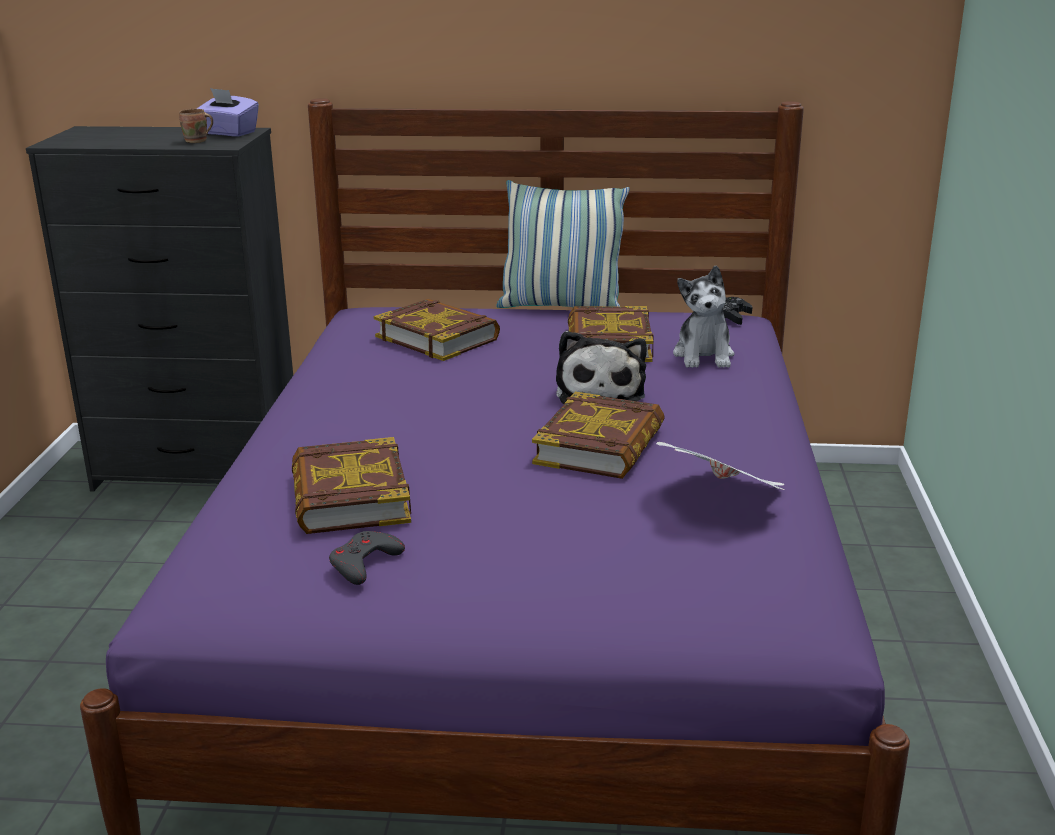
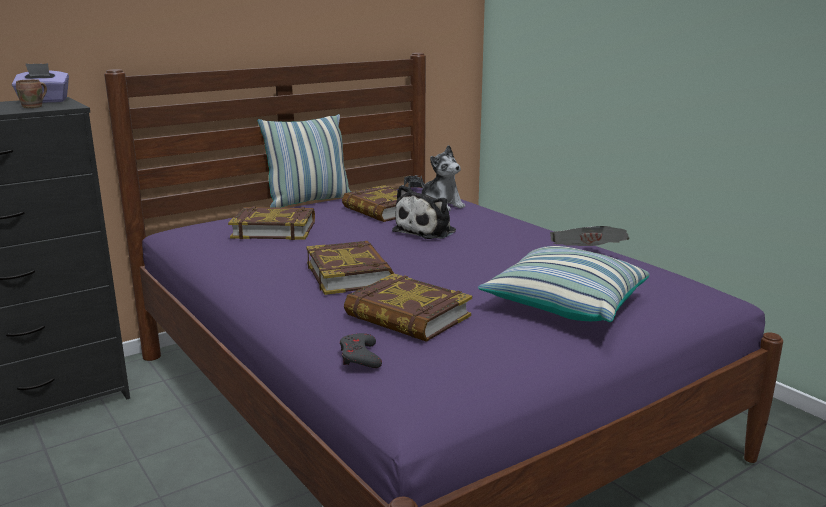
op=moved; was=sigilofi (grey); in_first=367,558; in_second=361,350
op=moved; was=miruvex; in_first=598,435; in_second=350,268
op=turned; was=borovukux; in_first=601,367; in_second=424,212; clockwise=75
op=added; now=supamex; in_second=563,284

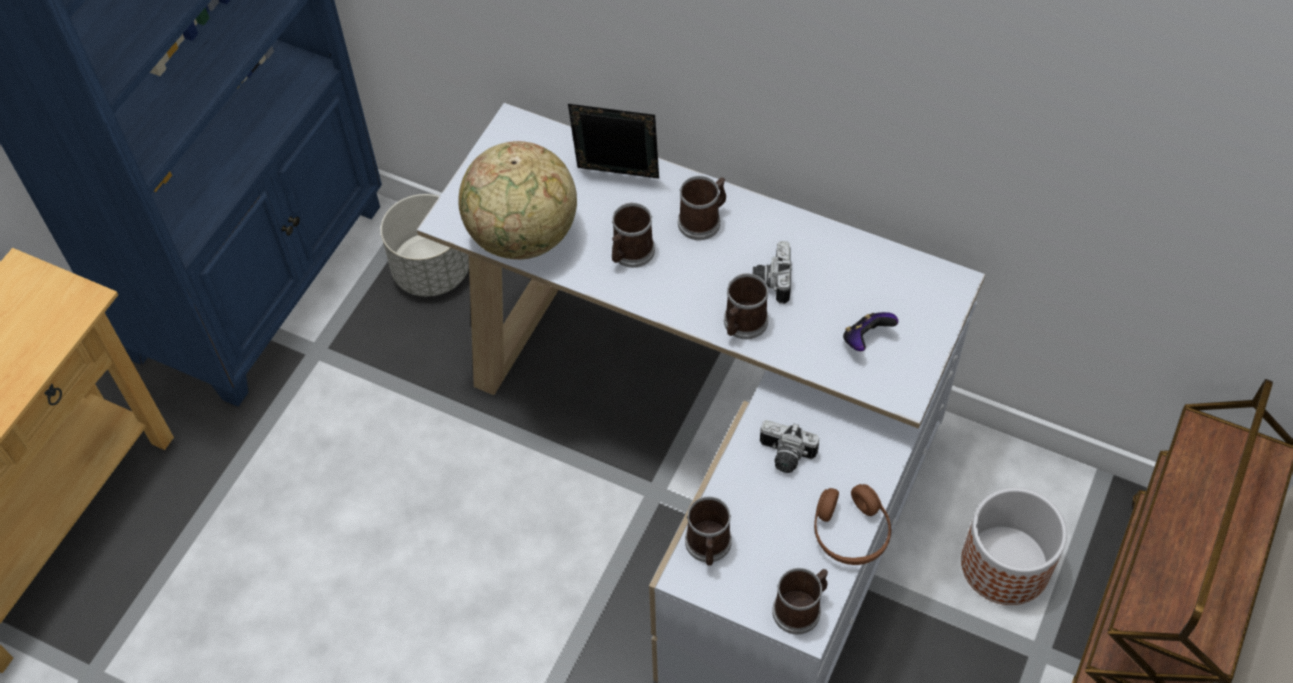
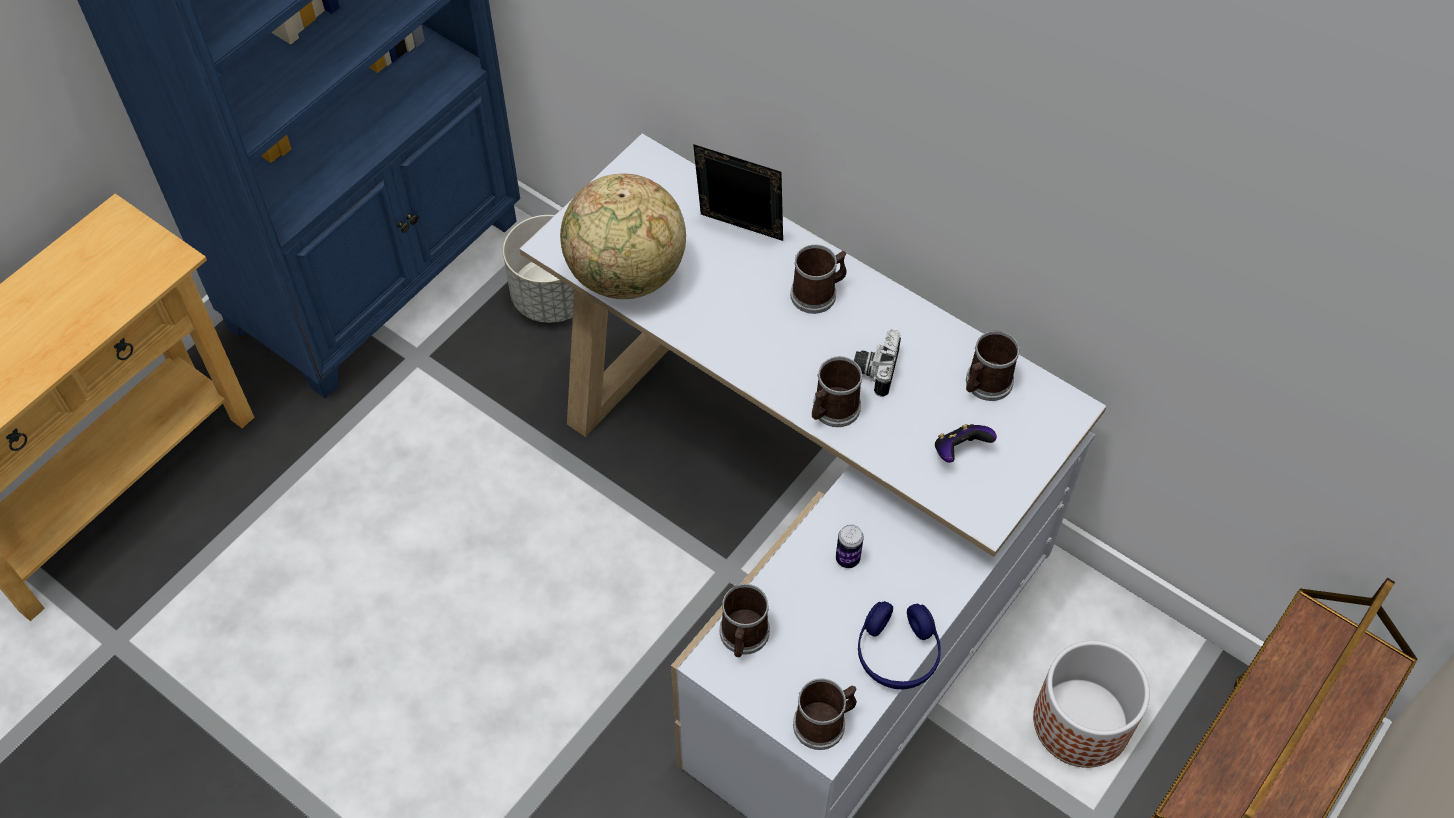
op=moved; was=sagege; in_first=633,235; in_second=993,366
op=replaced; was=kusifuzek; now=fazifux; in_first=789,446; in_second=850,546
op=recoloured; was=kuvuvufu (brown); now=kuvuvufu (blue); in_first=853,524; in_second=899,645

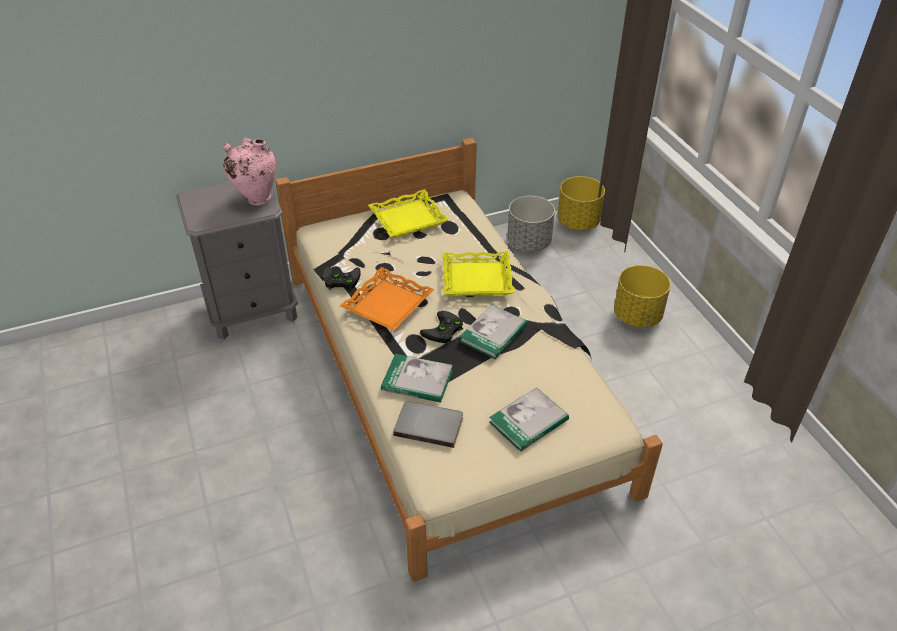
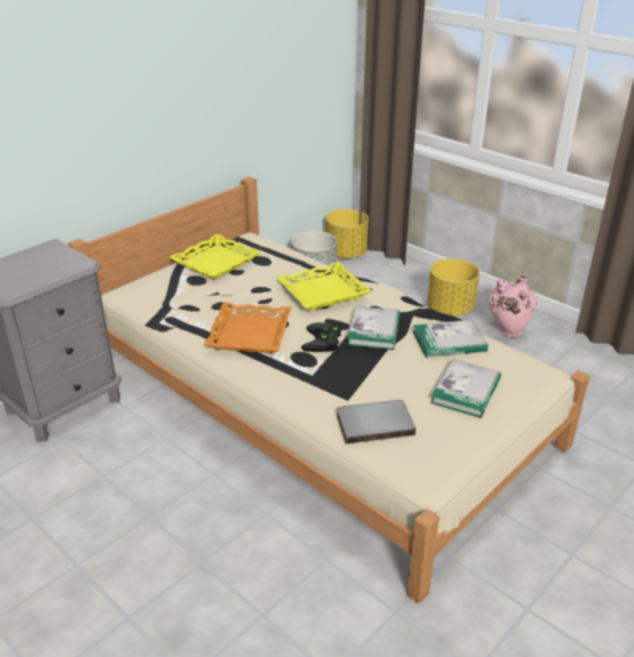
op=moved; was=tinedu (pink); in_first=249,171; in_second=512,306
op=removed; was=sigilofi (black); in_first=342,278
op=moved; was=miruvex; in_first=417,378; in_second=450,338

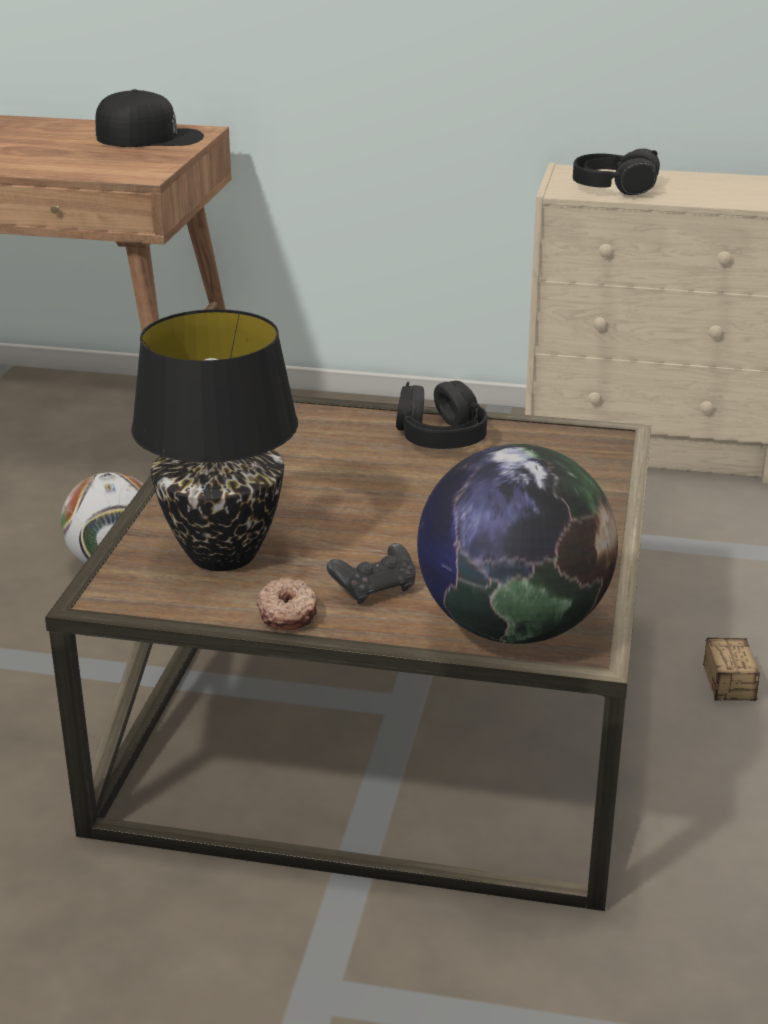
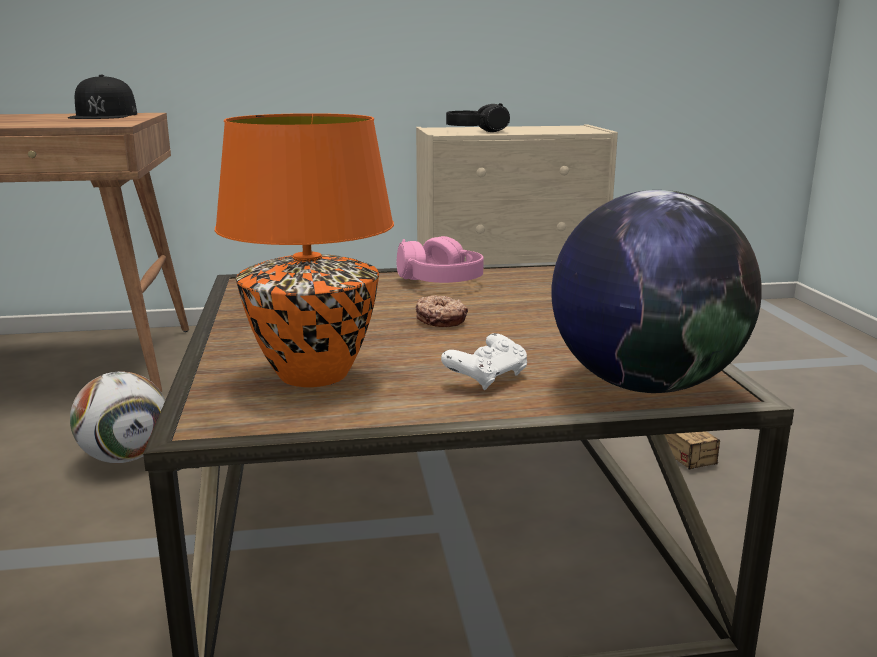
op=turned; was=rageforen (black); in_first=149,118; in_second=102,97; clockwise=105
op=recoloured; was=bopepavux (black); now=bopepavux (orange); in_first=214,440; in_second=304,250
op=moved; was=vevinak; in_first=286,604; in_second=442,311
op=recoloured; was=sigilofi (black); now=sigilofi (white); in_first=371,573; in_second=484,361
op=recoloured; was=kuvuvufu (black); now=kuvuvufu (pink); in_first=441,414; in_second=440,259

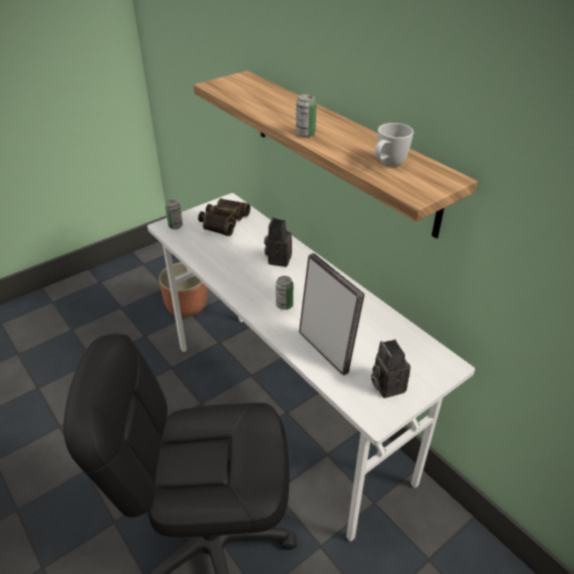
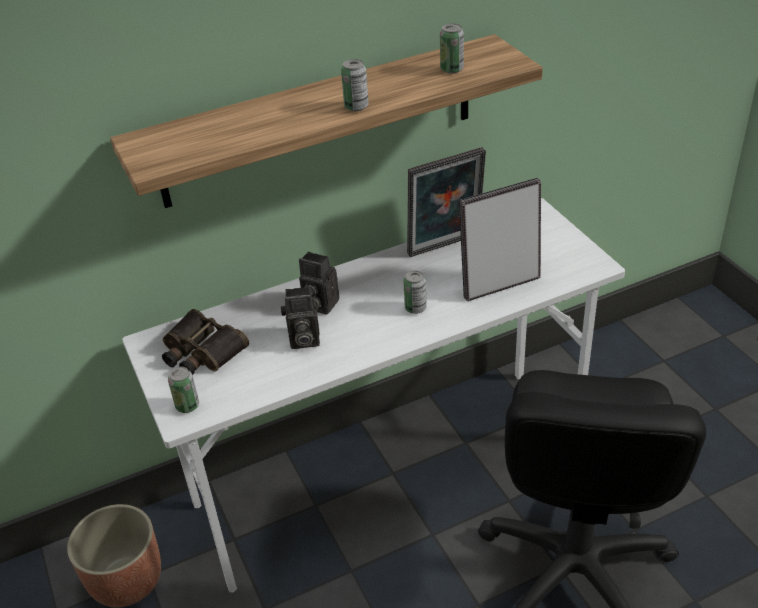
op=moved; was=kusifuzek; in_first=391,369; in_second=300,318
op=replaced; was=sagege (white); now=fazifux; in_first=394,144; in_second=452,48
op=added; now=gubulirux; in_second=446,202

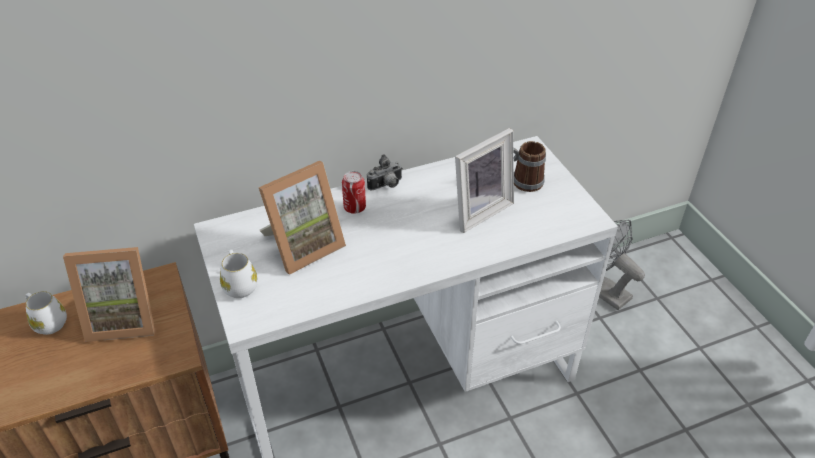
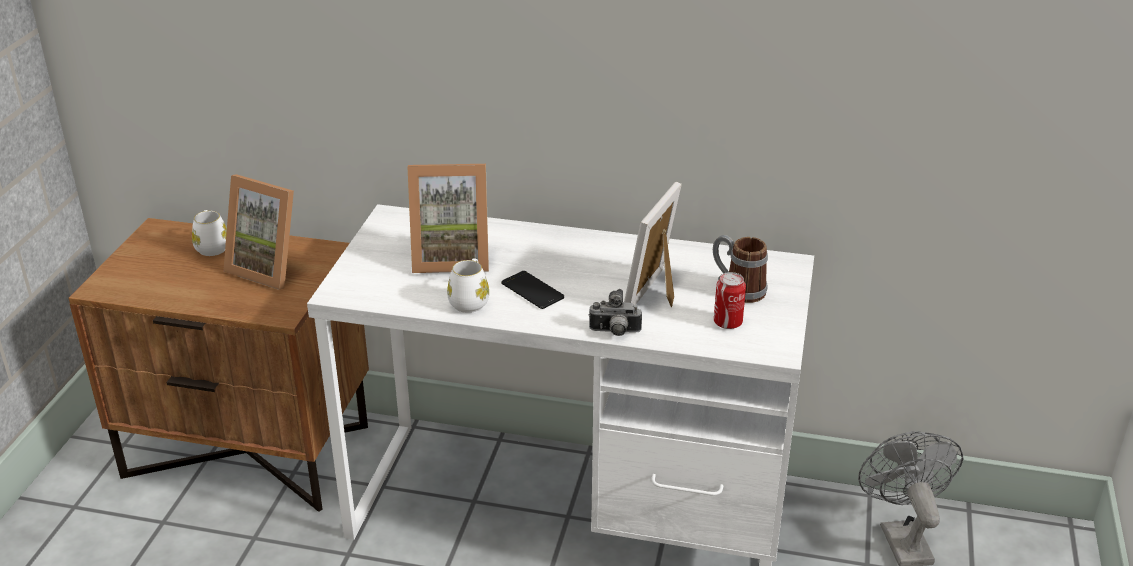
op=moved; was=sagege (white); in_first=239,273; in_second=468,285
op=moved; was=fazifux; in_first=354,192; in_second=730,300
op=moved; was=kusifuzek; in_first=384,172; in_second=615,312
op=turned; was=gubulirux; in_first=484,180; in_second=653,244; clockwise=120
op=added; now=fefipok; in_second=532,290

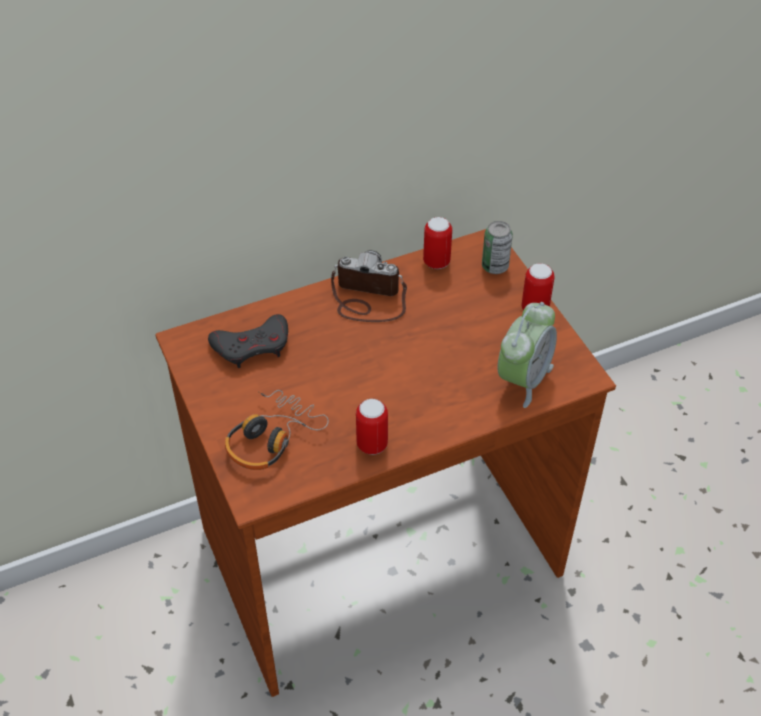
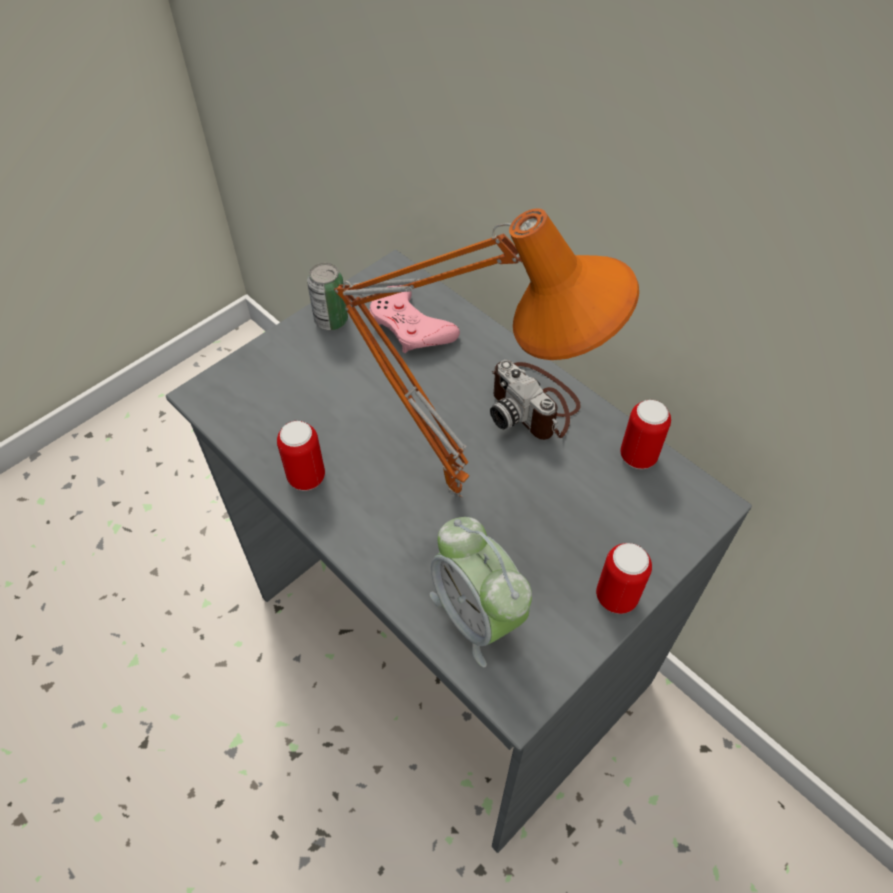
op=recoloured; was=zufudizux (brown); now=zufudizux (grey); in_first=385,463; in_second=459,551
op=recoloured; was=sigilofi (grey); now=sigilofi (pink); in_first=248,341; in_second=414,319
op=removed; was=kuvuvufu; in_first=277,430
op=turned; was=kusifuzek; in_first=369,286; in_second=535,400; clockwise=150
op=moved; was=fazifux; in_first=497,247; in_second=327,296
op=turned; was=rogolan; in_first=527,355; in_second=480,592; clockwise=45
op=added; now=bopepavux (orange); in_second=486,353

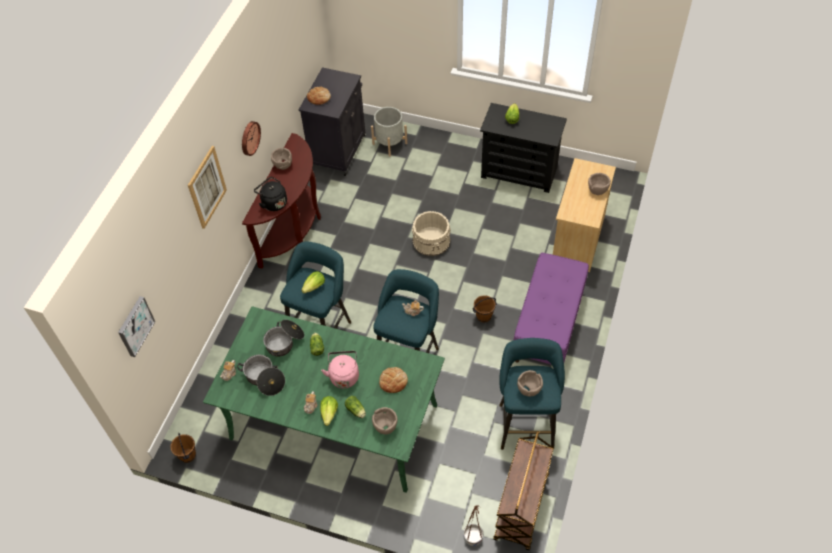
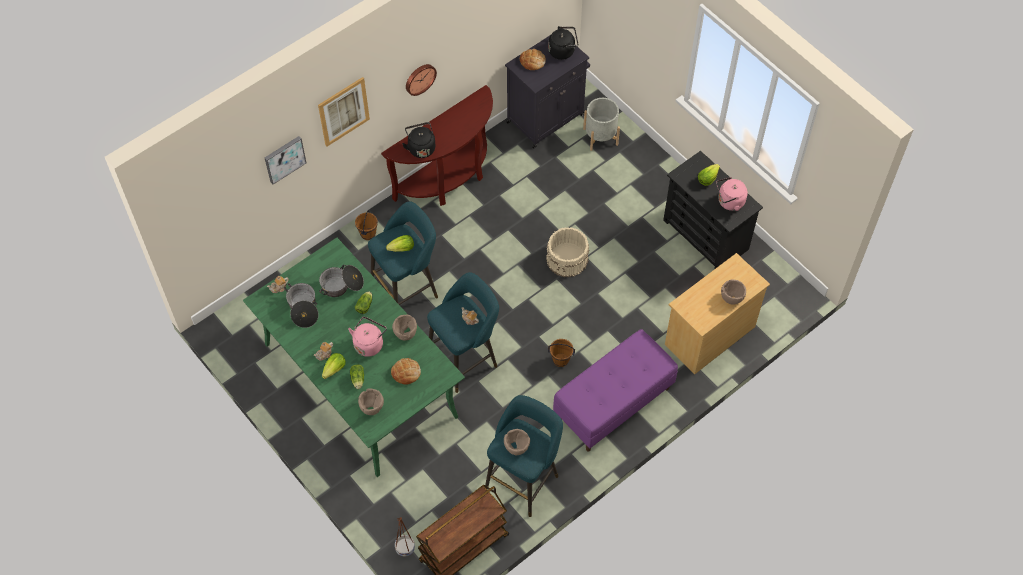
op=moved; was=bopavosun; in_first=136,326; in_second=286,160
op=moved; was=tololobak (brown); in_first=183,448; in_second=366,225
op=moved; was=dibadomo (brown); in_first=281,159; in_second=404,327
op=added; now=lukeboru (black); in_second=563,43
op=added; now=lukeboru (pink); in_second=732,194

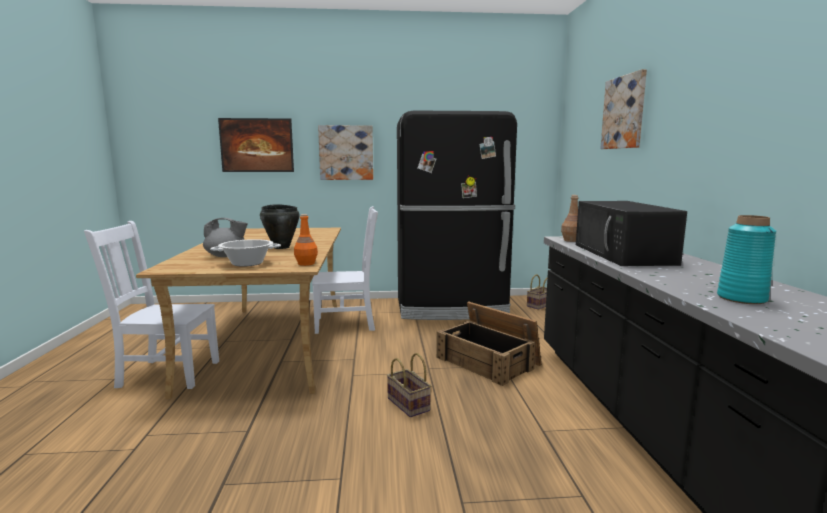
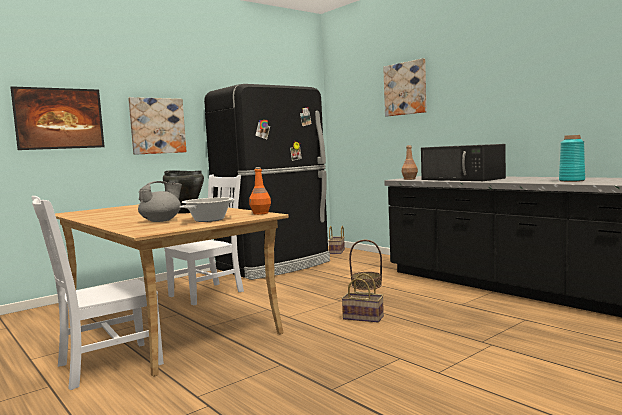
op=replaced; was=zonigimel; now=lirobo; in_first=488,343; in_second=365,265

